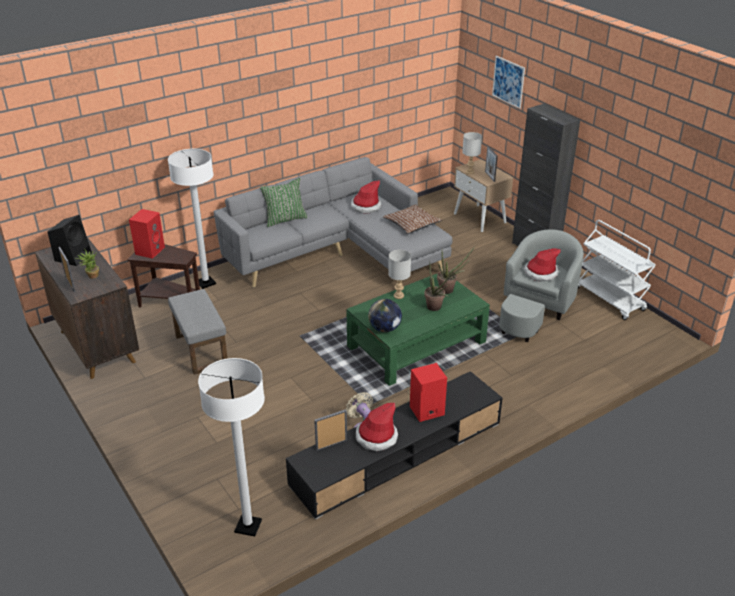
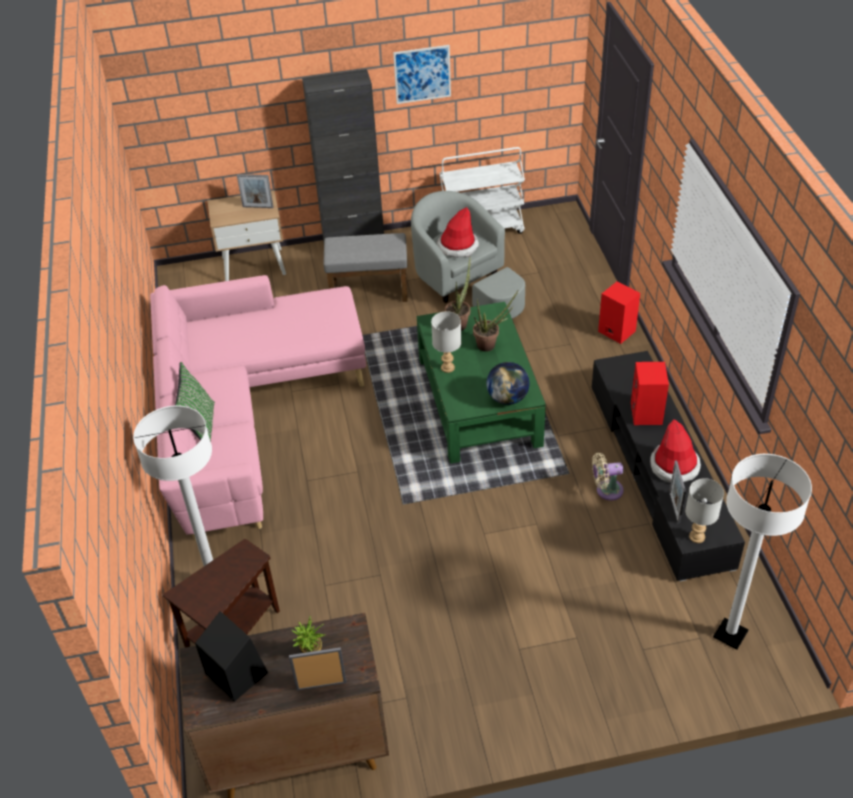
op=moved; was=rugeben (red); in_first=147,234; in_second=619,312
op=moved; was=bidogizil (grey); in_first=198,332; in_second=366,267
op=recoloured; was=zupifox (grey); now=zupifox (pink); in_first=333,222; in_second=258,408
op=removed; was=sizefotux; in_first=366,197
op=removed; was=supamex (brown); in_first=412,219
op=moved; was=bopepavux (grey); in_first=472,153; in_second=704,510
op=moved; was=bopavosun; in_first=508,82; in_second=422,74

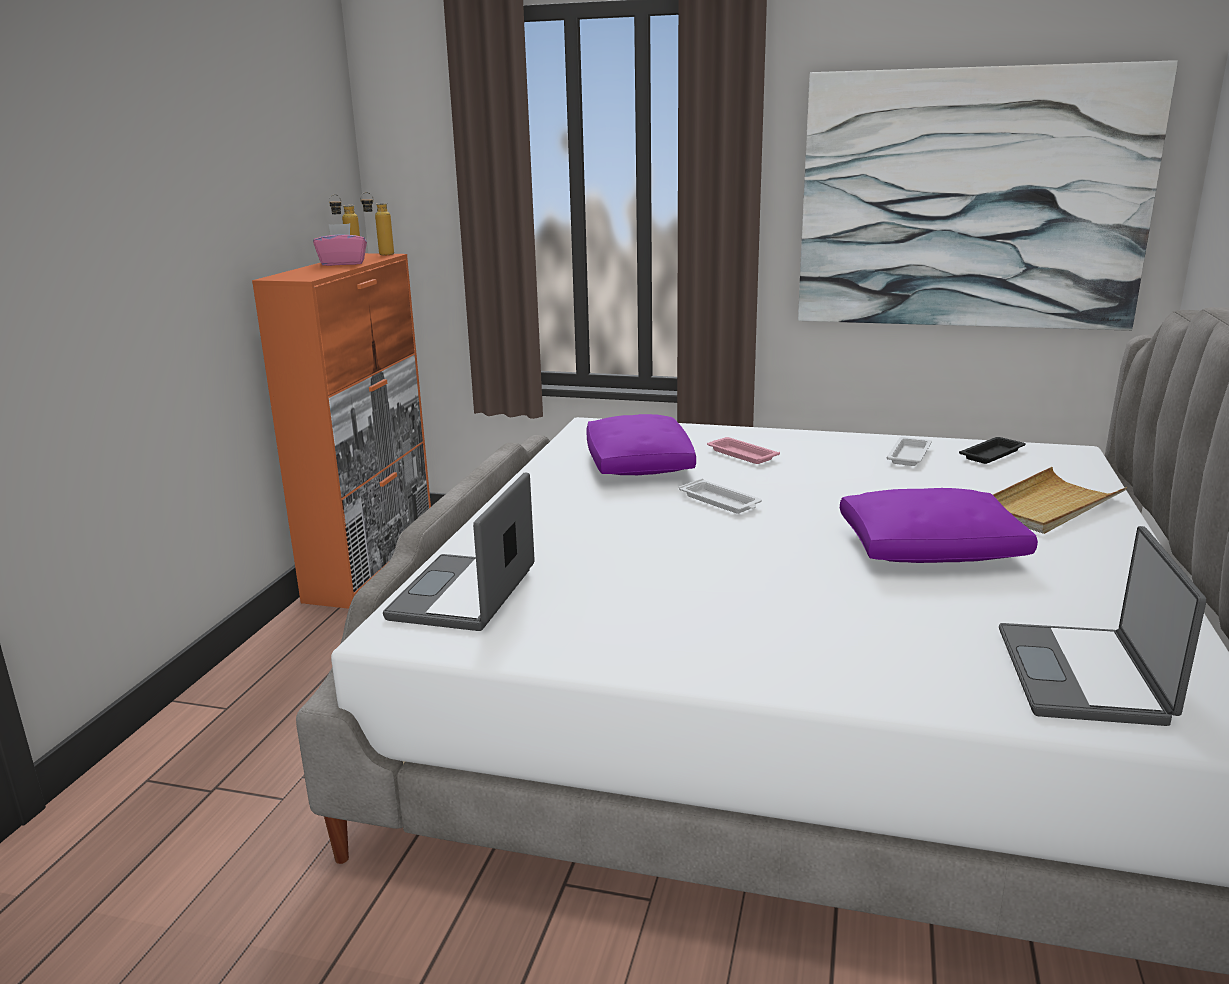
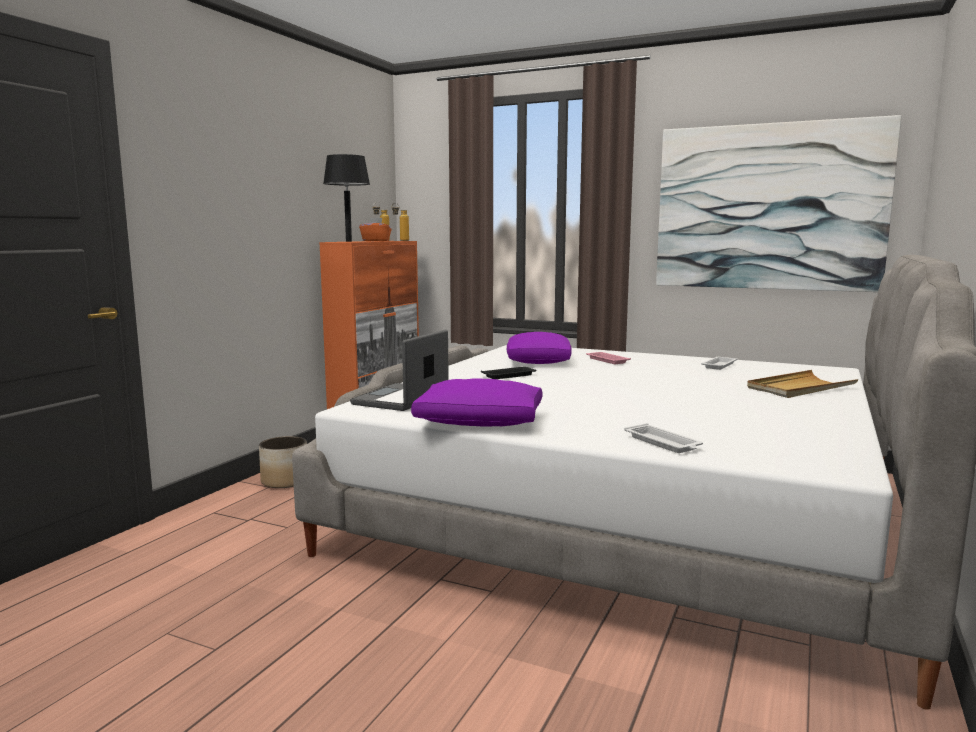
op=recoloured; was=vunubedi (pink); now=vunubedi (orange); in_first=340,244; in_second=375,229
op=moved; was=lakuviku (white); in_first=720,496; in_second=663,438
op=moved; was=supamex (purple); in_first=939,525; in_second=476,402
op=moved; was=lakuviku (black); in_first=992,450; in_second=508,373
op=removed; was=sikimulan; in_first=1102,626
op=added; now=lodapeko; in_second=283,462
op=added; now=bopepavux (black); in_second=346,198

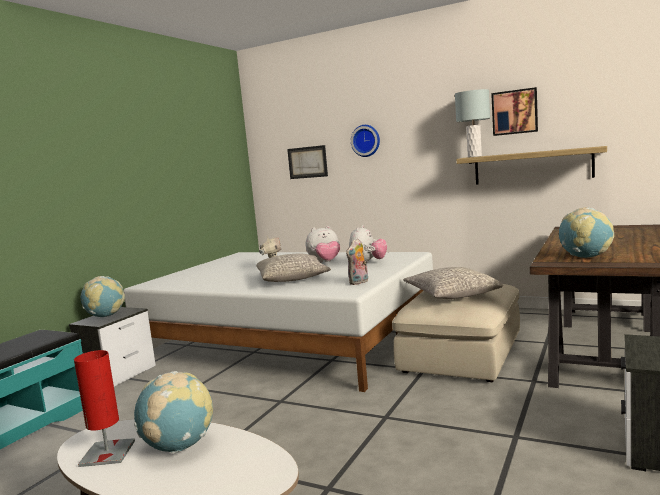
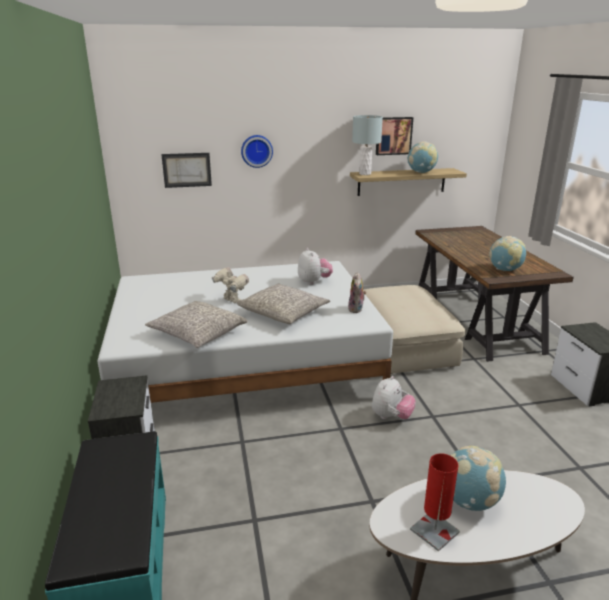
op=moved; was=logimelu; in_first=103,296; in_second=422,157
op=moved; was=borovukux; in_first=323,244; in_second=394,397
op=moved; was=supamex (grey); in_first=453,283; in_second=196,324

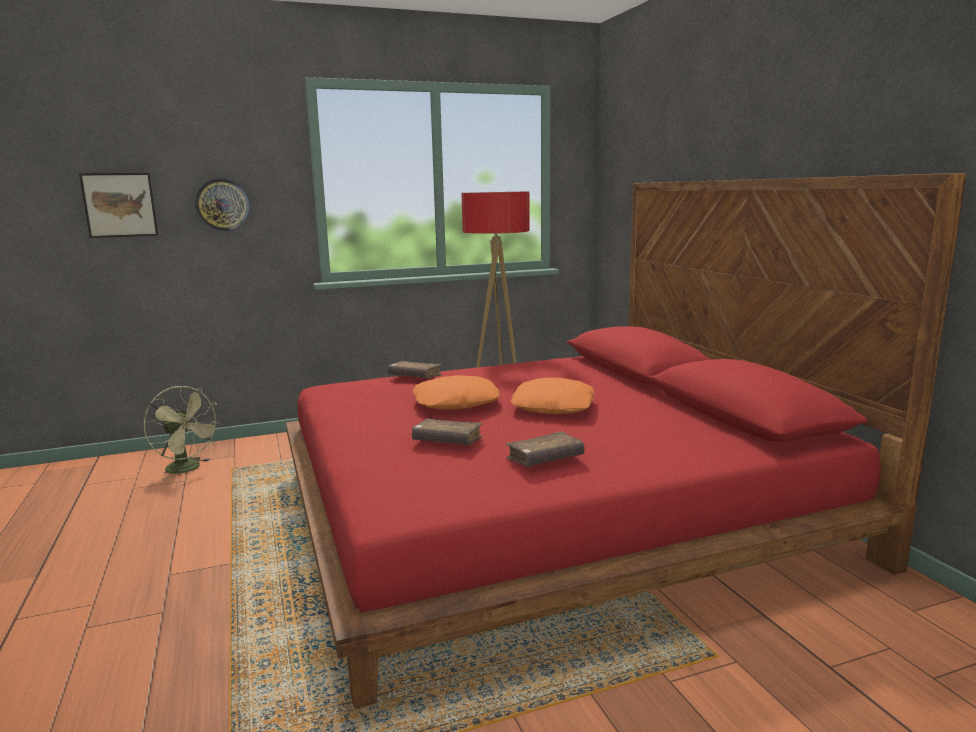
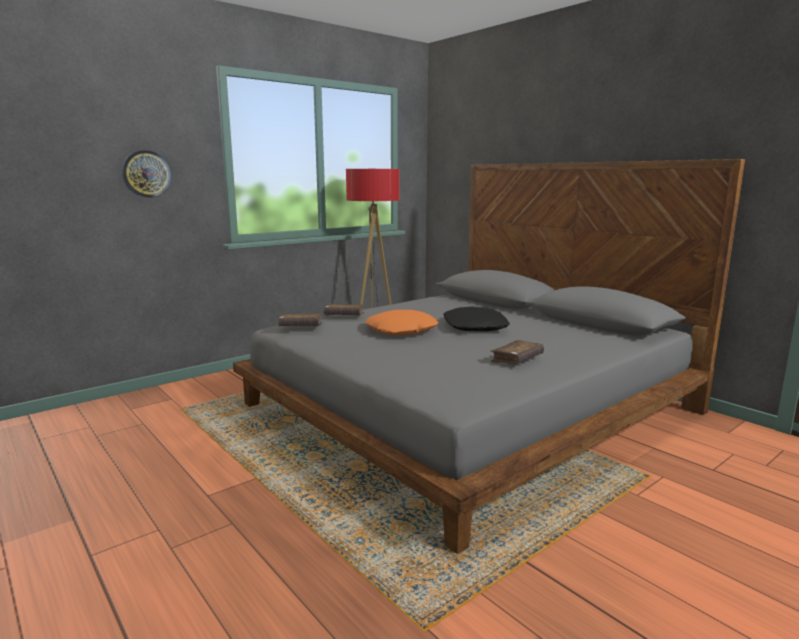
op=removed; was=bopavosun; in_first=118,205
op=removed; was=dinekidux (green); in_first=182,433
op=recoloured; was=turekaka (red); now=turekaka (grey); in_first=626,441; in_second=489,356
op=moved; was=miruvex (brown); in_first=447,432; in_second=300,319
op=recoloured; was=supamex (orange); now=supamex (black); in_first=552,396; in_second=476,319

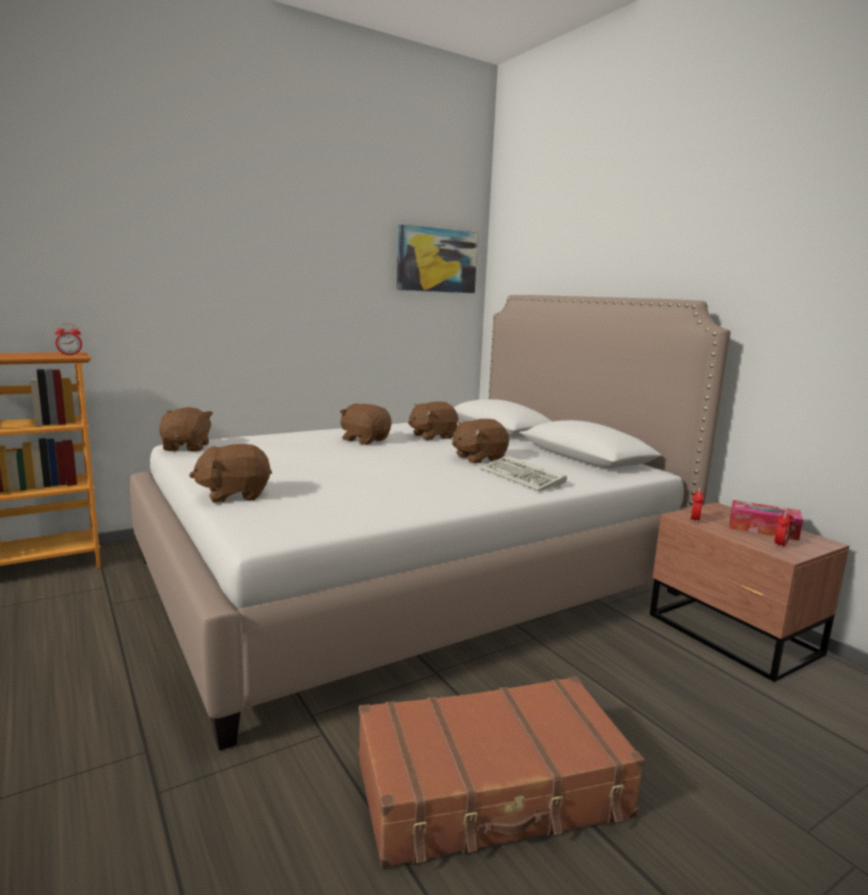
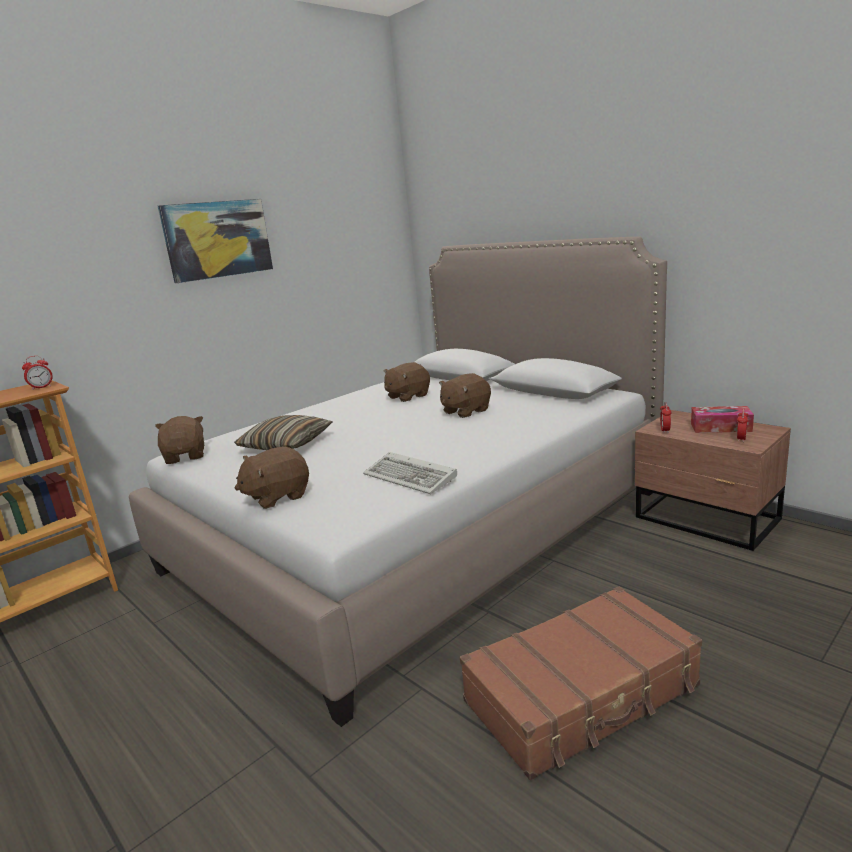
op=removed; was=borovukux (brown); in_first=366,424
op=moved; was=bopavosun; in_first=437,258; in_second=215,241
op=moved; was=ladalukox; in_first=523,473; in_second=410,473
op=added; now=supamex; in_second=283,432

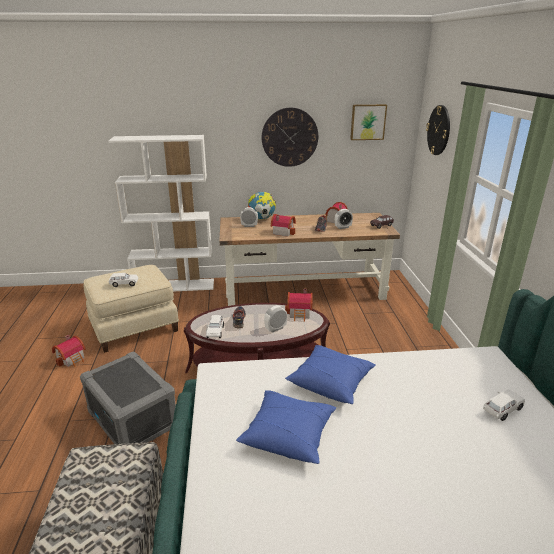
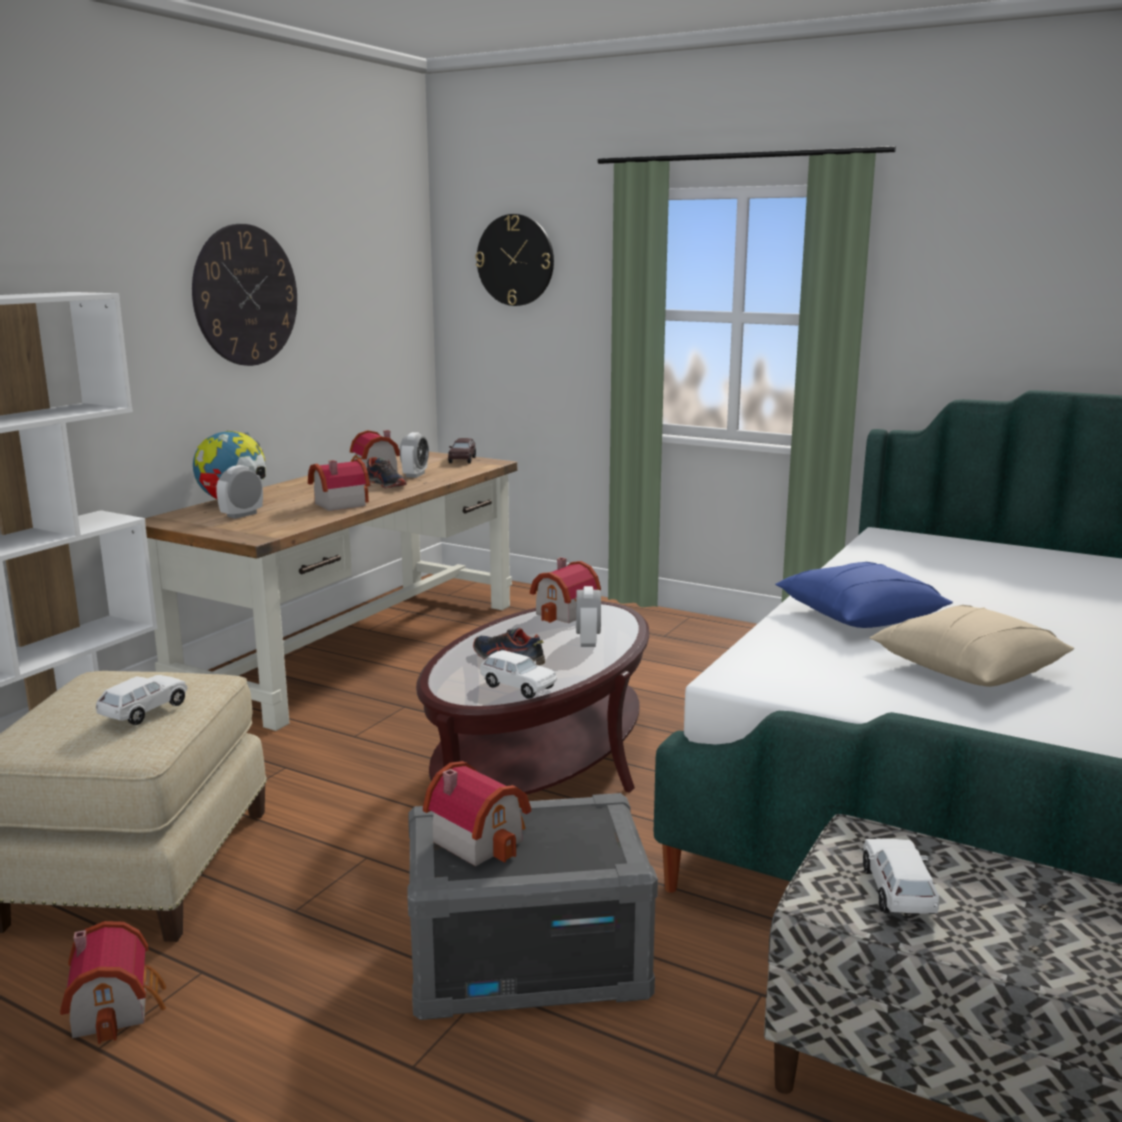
op=recoloured; was=supamex (blue); now=supamex (beige); in_first=286,427; in_second=971,646
op=removed; was=bopavosun; in_first=368,122
op=moved; was=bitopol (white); in_first=504,405; in_second=901,876
op=added; now=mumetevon; in_second=477,813

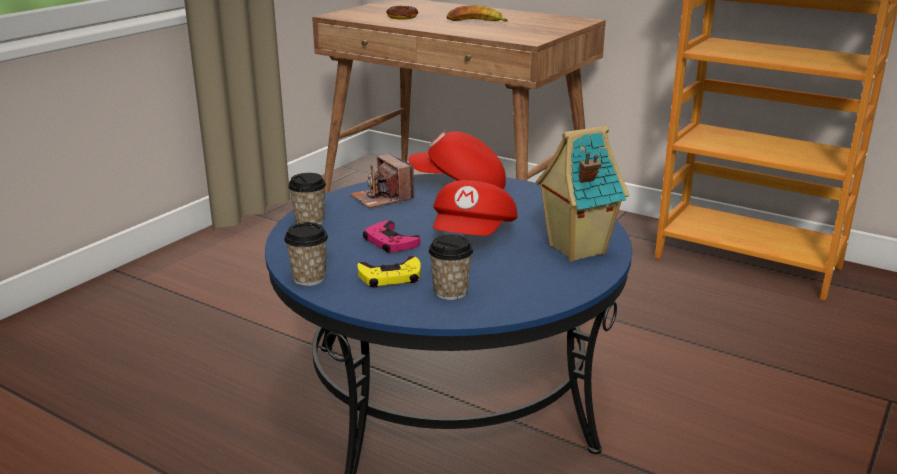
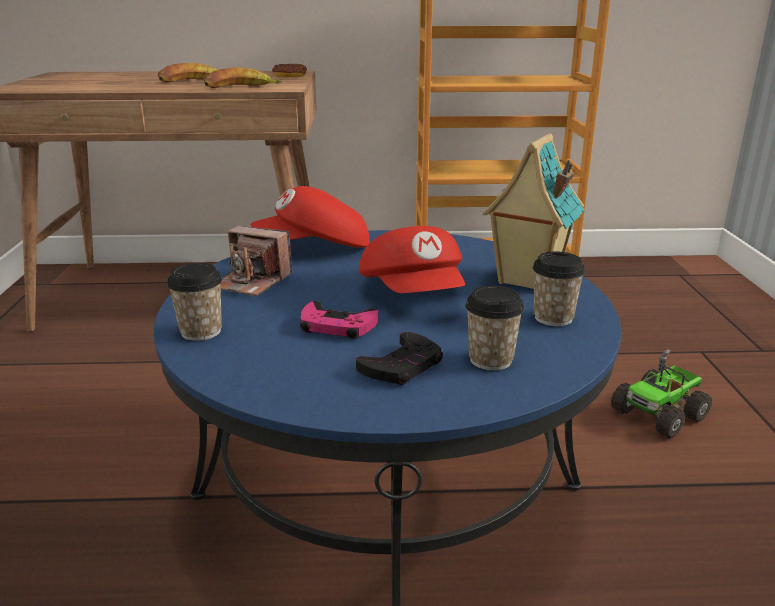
op=moved; was=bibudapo; in_first=306,254; in_second=559,288
op=recoloured; was=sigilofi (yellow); now=sigilofi (black); in_first=389,271; in_second=399,358
op=moved; was=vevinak; in_first=402,12; in_second=289,70
op=added; now=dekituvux; in_second=243,78
op=added; now=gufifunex; in_second=661,393

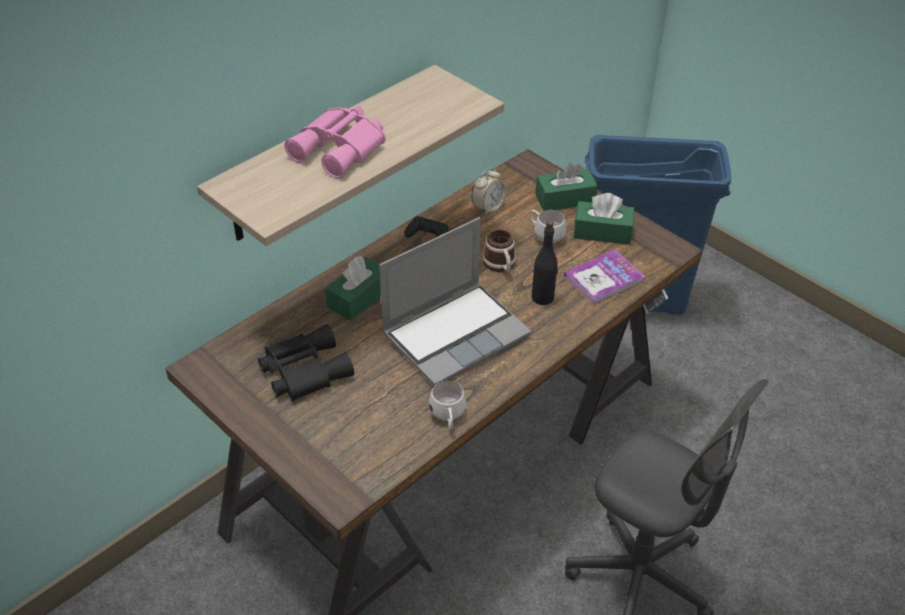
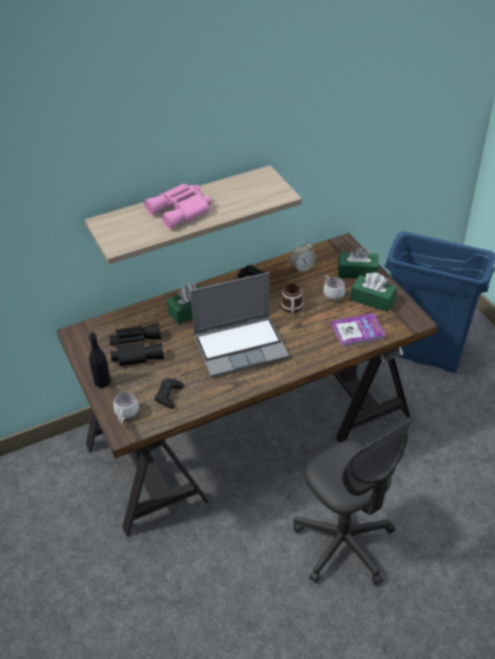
op=moved; was=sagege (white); in_first=447,405; in_second=126,408
op=moved; was=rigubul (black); in_first=545,262; in_second=100,359
op=added; now=sigilofi (black); in_second=169,393

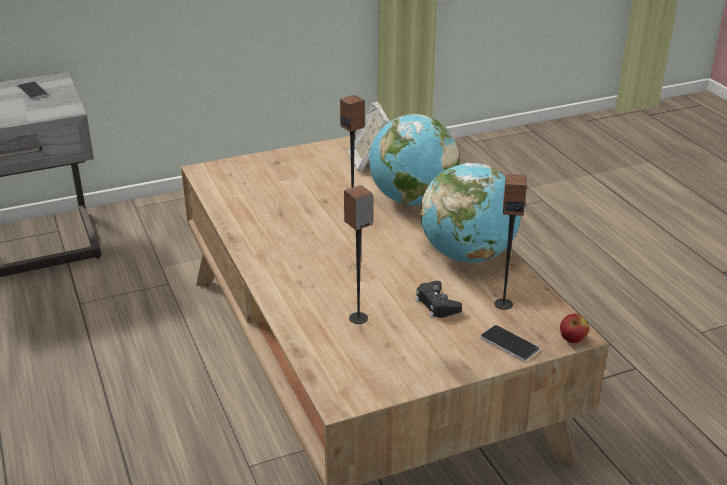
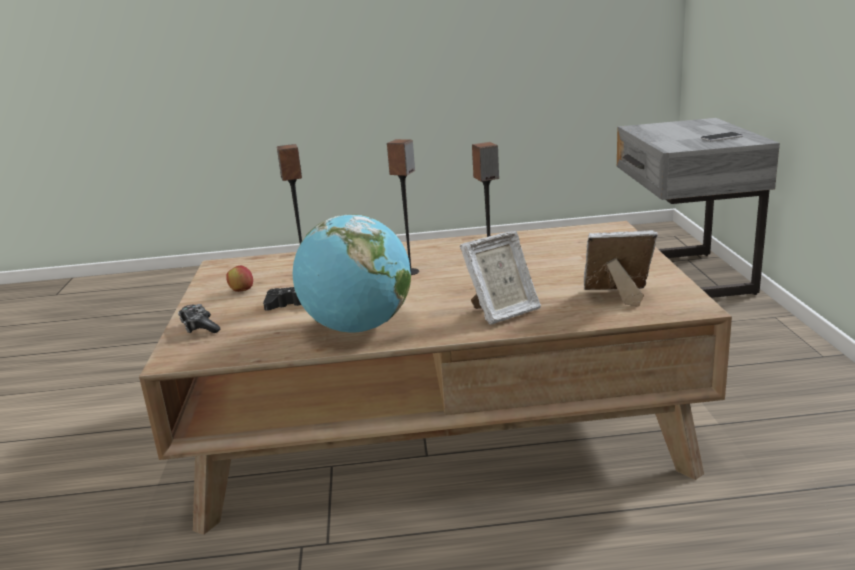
op=replaced; was=logimelu; now=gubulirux; in_first=414,159; in_second=500,278
op=replaced; was=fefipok; now=sigilofi; in_first=509,343; in_second=199,318
op=moved; was=rugeben; in_first=510,242; in_second=403,207
op=moved; was=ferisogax; in_first=574,328; in_second=239,279

